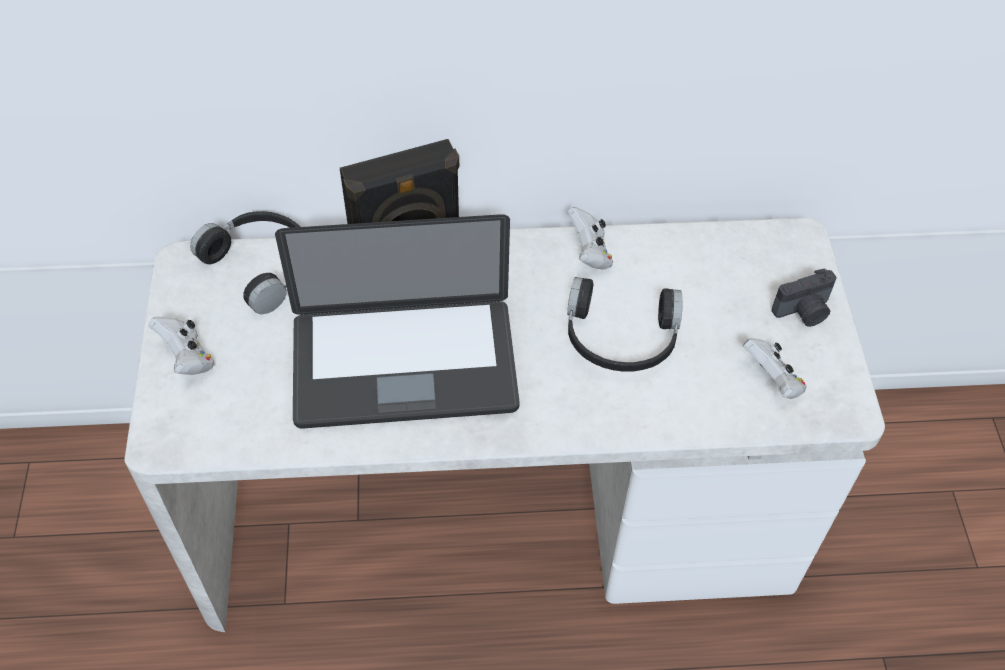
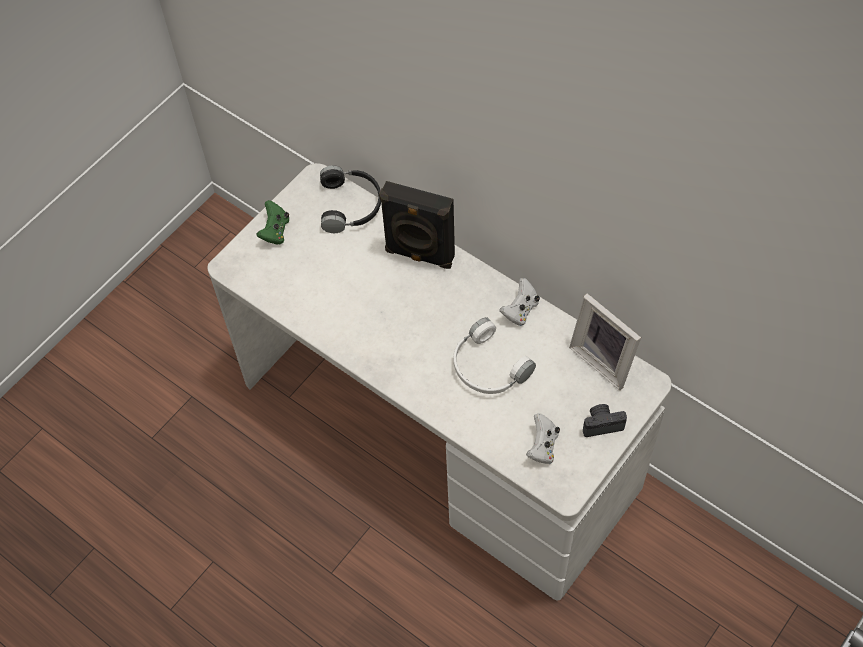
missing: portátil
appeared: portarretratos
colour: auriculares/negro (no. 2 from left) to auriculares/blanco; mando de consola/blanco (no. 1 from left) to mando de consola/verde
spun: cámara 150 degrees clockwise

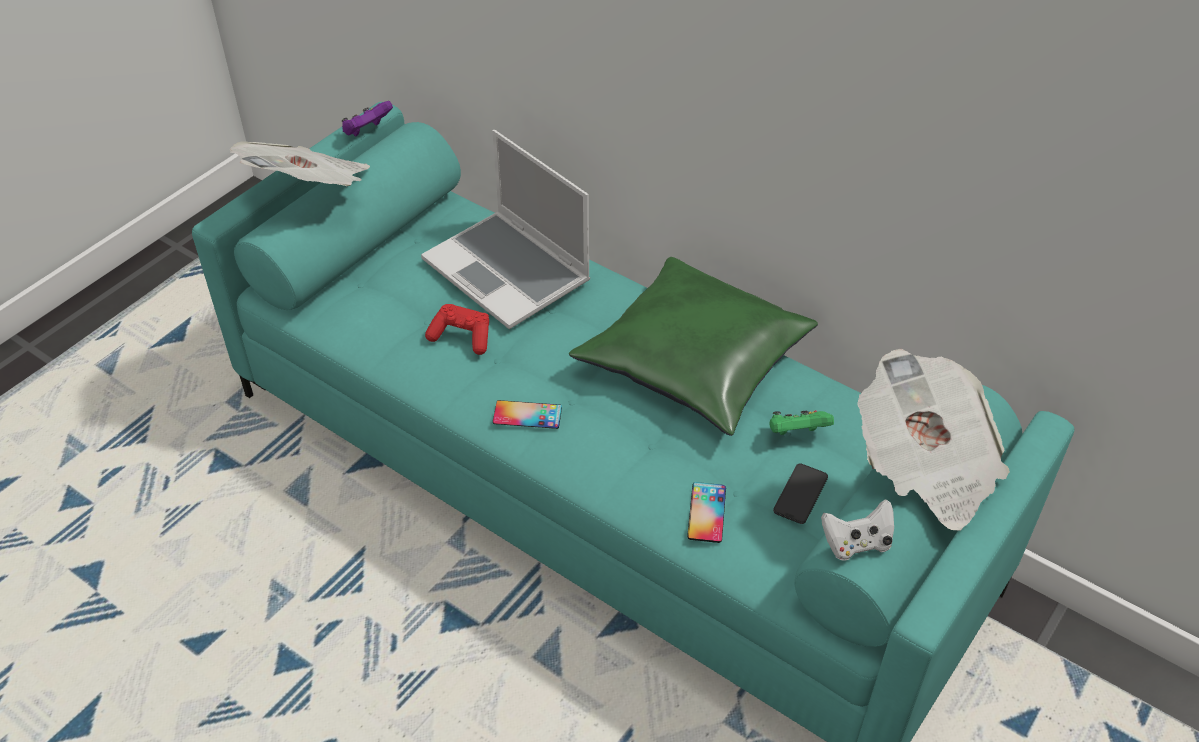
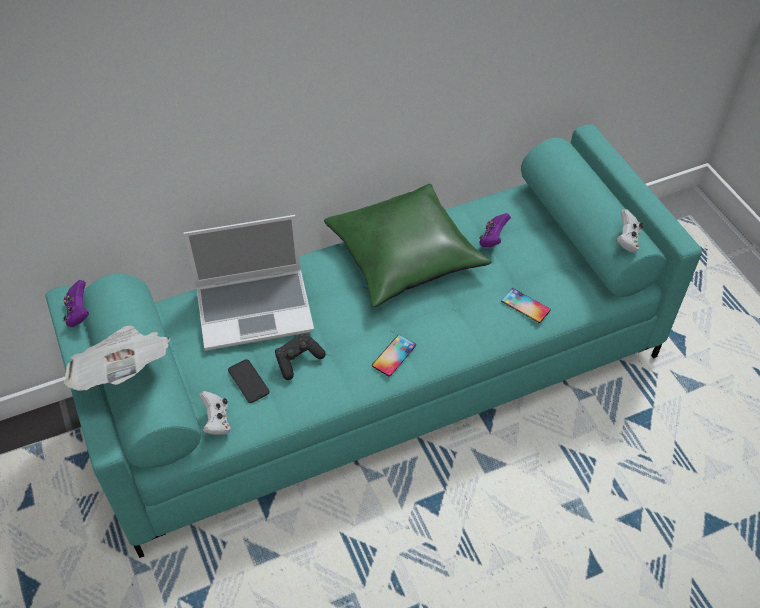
missing: periódico (no. 2 from left)
appeared: mando de consola/blanco (no. 1 from left)
relocated: móvil (no. 3 from left in the first image) to móvil (no. 1 from left)
colour: mando de consola/rojo to mando de consola/negro; mando de consola/verde to mando de consola/morado (no. 2 from left)

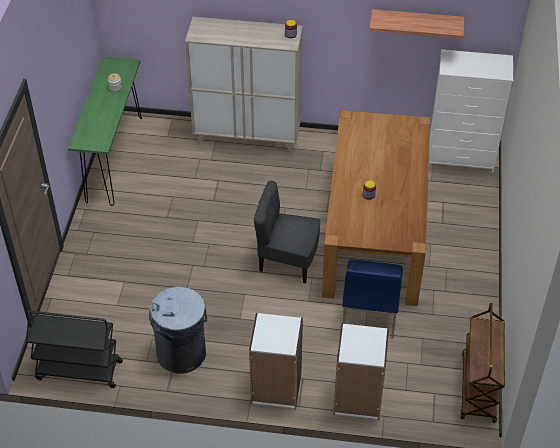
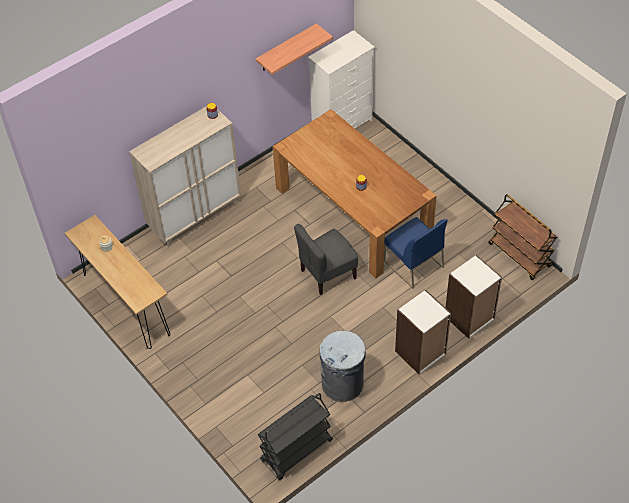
colour: mesa consola/verde to mesa consola/marrón

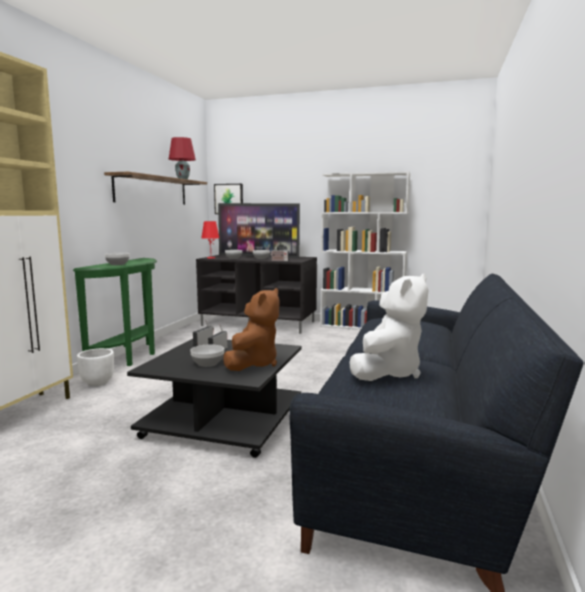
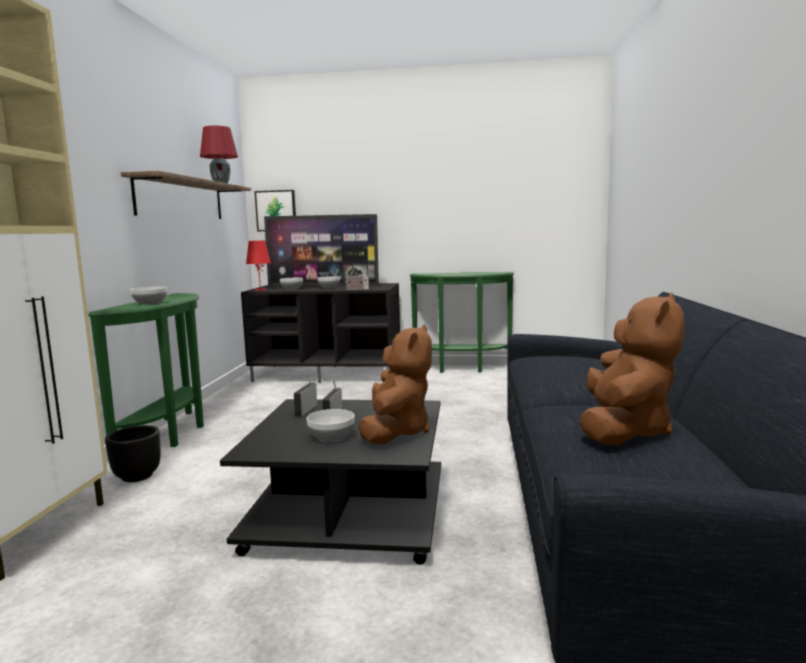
exchanged: estantería/blanco to mesa consola/verde (no. 2 from left)
colour: peluche/blanco to peluche/marrón (no. 2 from left); maceta/blanco to maceta/negro

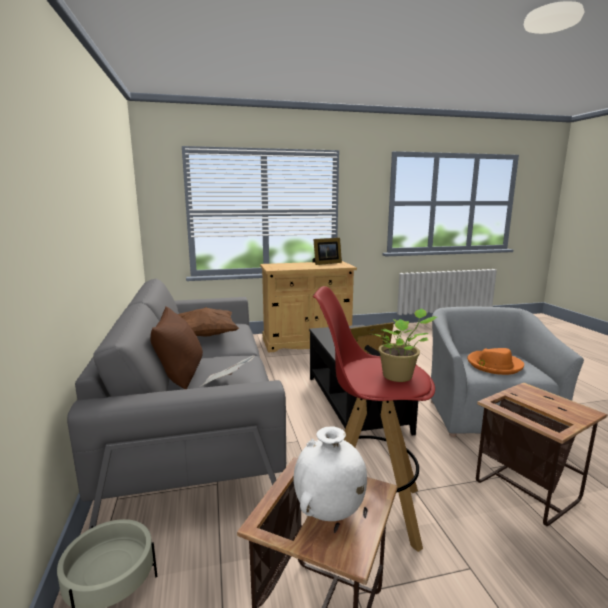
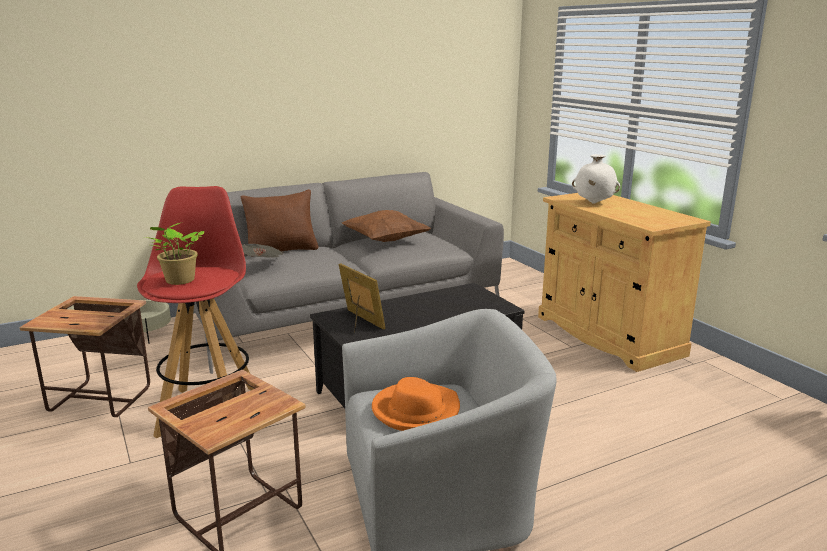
missing: portarretratos (no. 1 from left)
relocated: florero/blanco

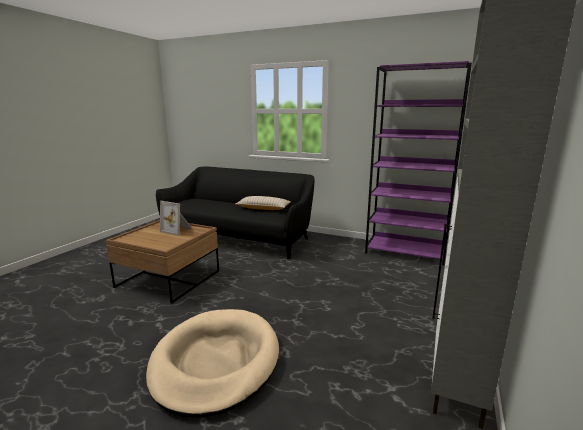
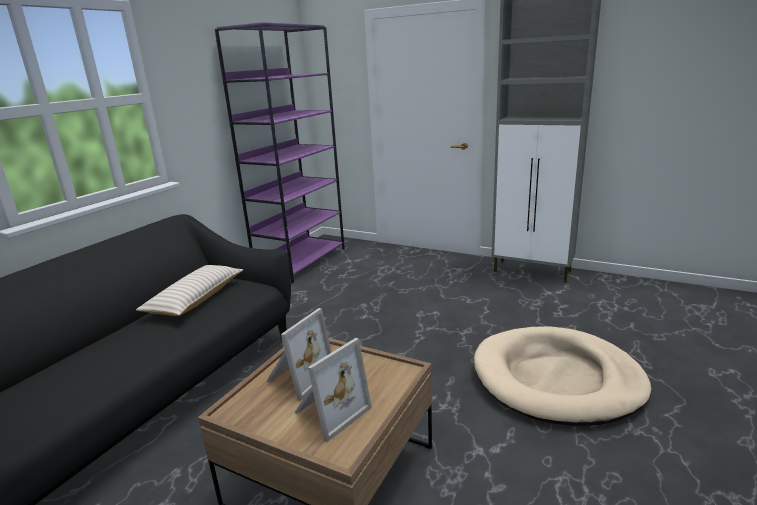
appeared: portarretratos (no. 2 from left)

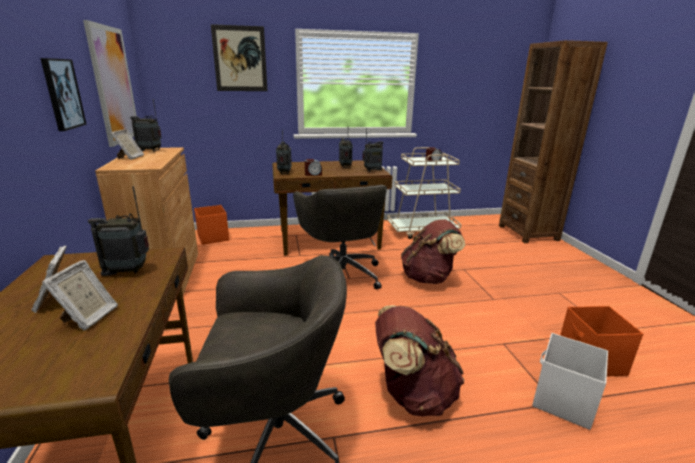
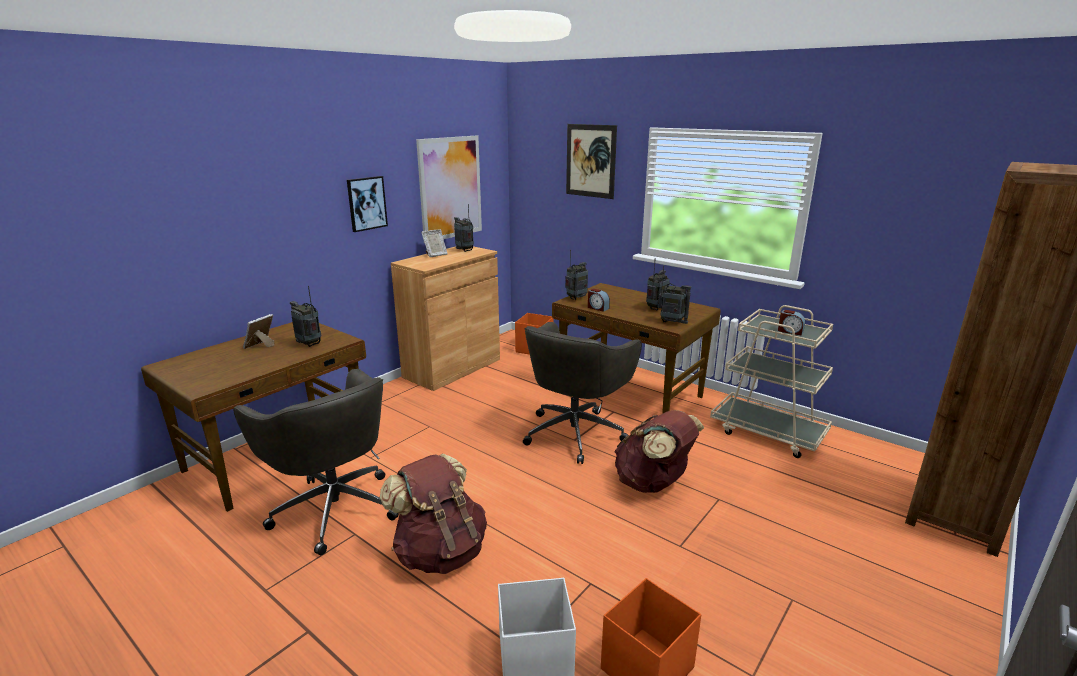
missing: portarretratos (no. 2 from left)

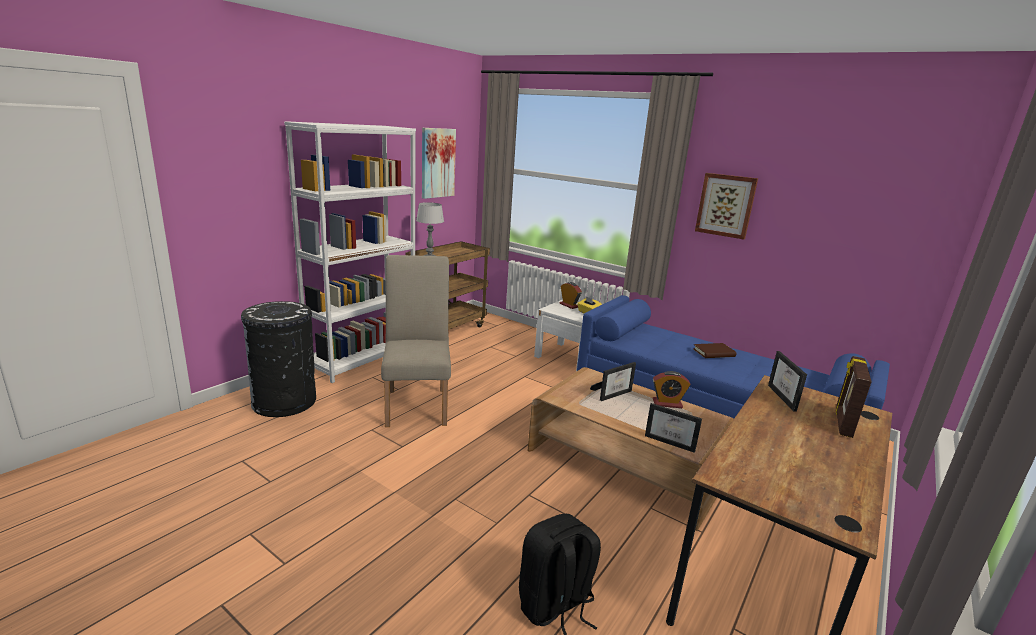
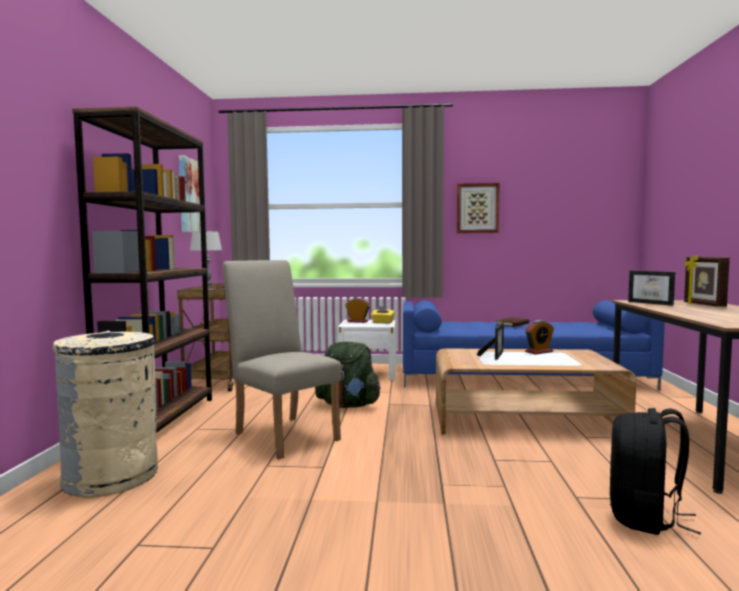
missing: portarretratos (no. 2 from left)
appeared: mochila/verde
colour: estantería/blanco to estantería/marrón; papelera/negro to papelera/beis

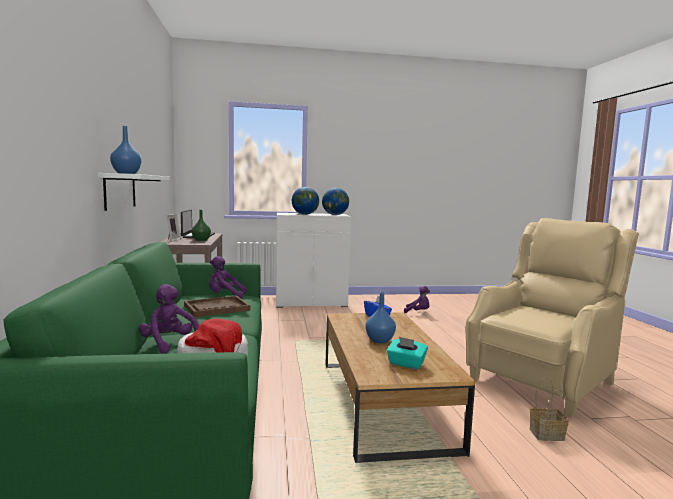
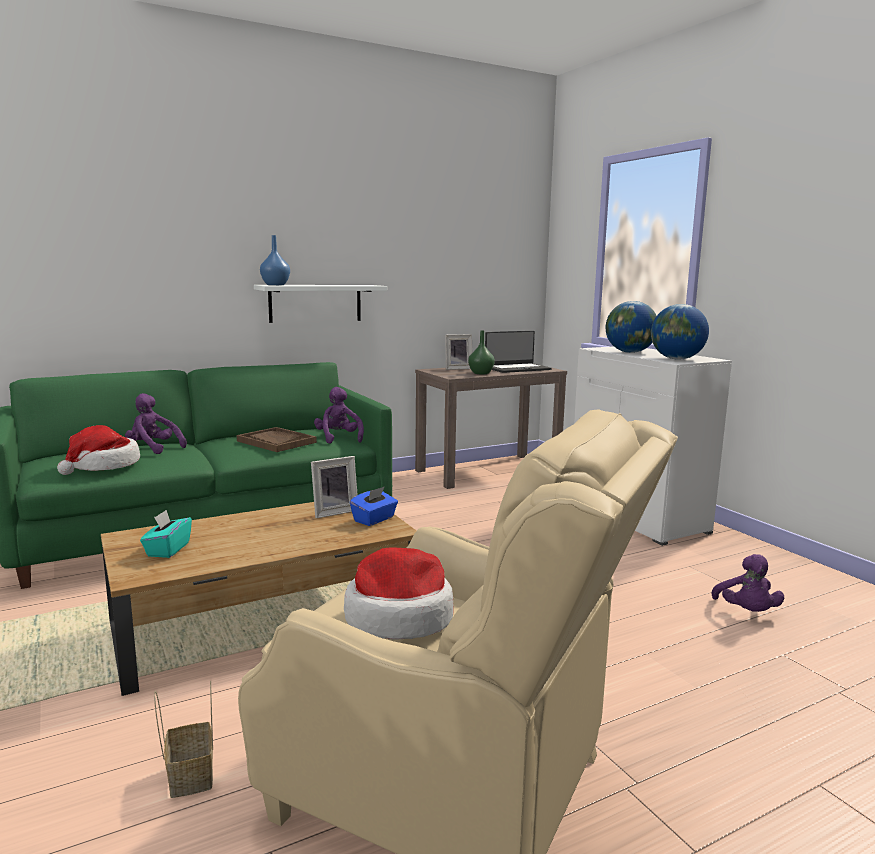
missing: florero/azul (no. 2 from left)
appeared: portarretratos (no. 1 from left); sombrero (no. 2 from left)
spun: peluche/morado (no. 1 from left) 90 degrees counterclockwise

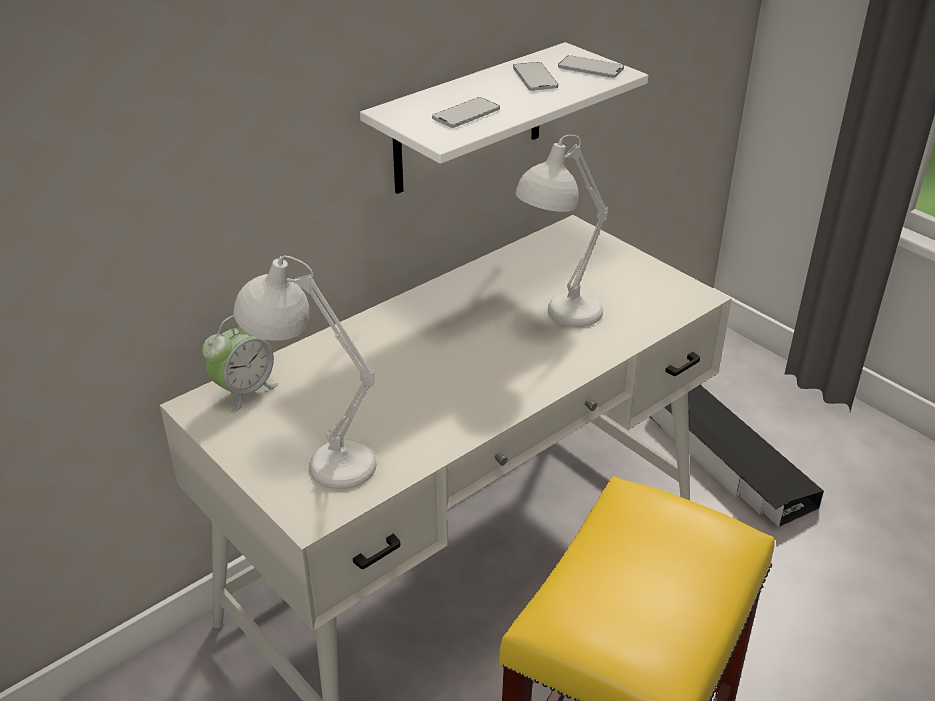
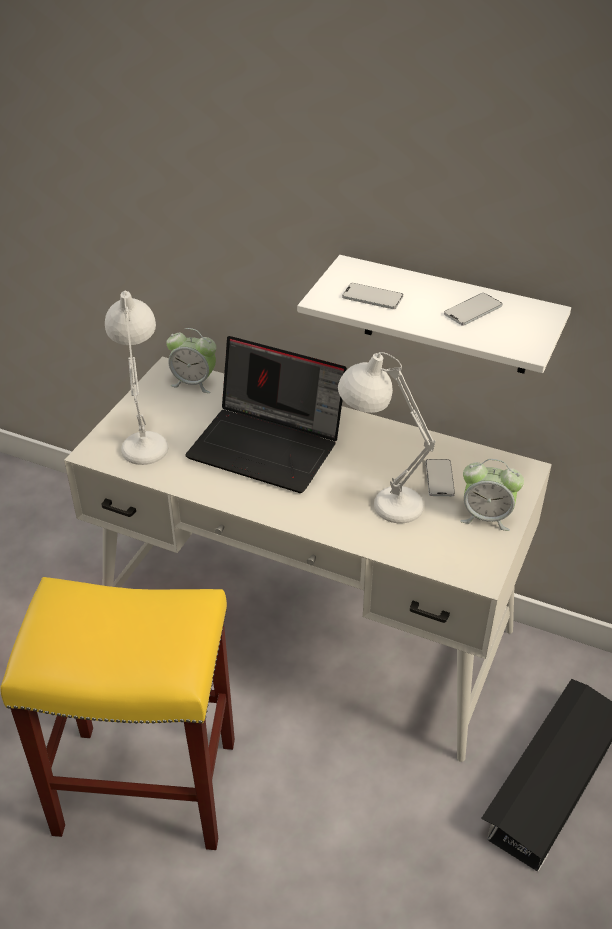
appeared: portátil; despertador (no. 2 from left)
relocated: móvil (no. 3 from left in the first image) to móvil (no. 2 from left)

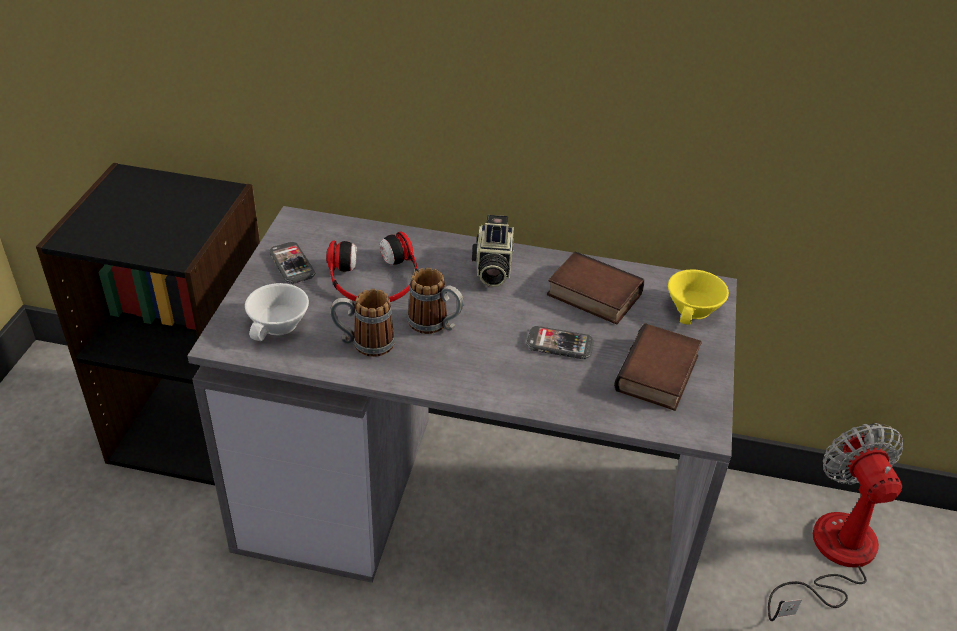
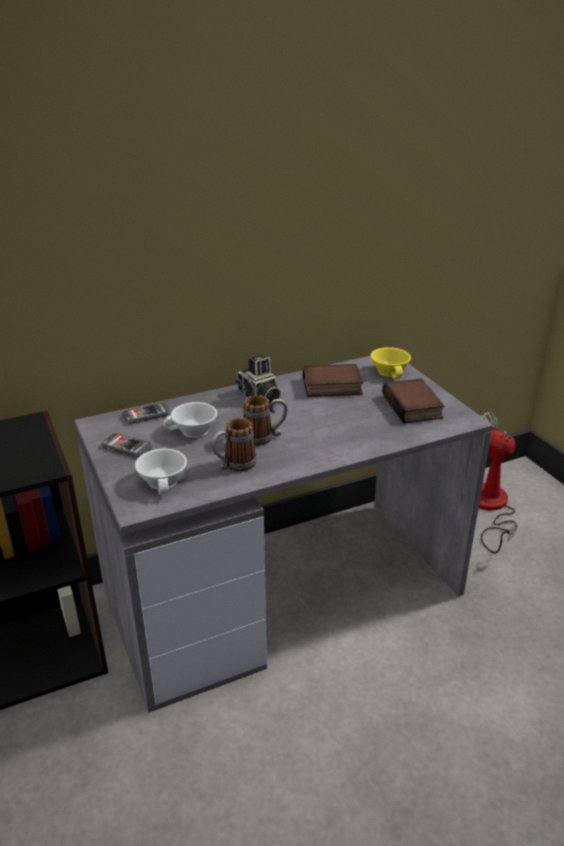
relocated: móvil (no. 2 from left)
exchanged: auriculares to taza/blanco (no. 2 from left)

